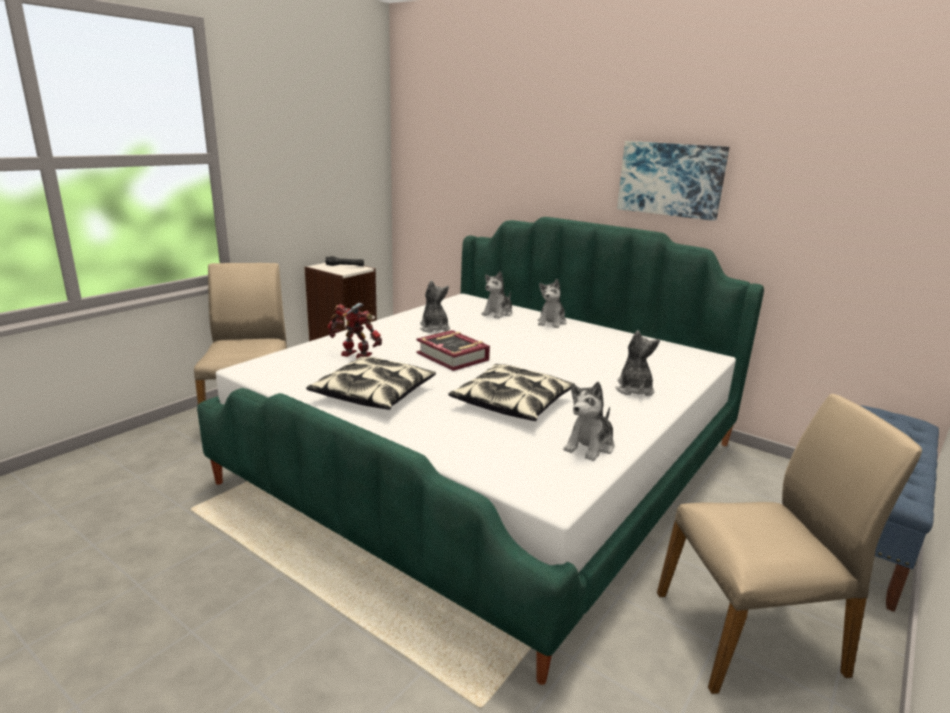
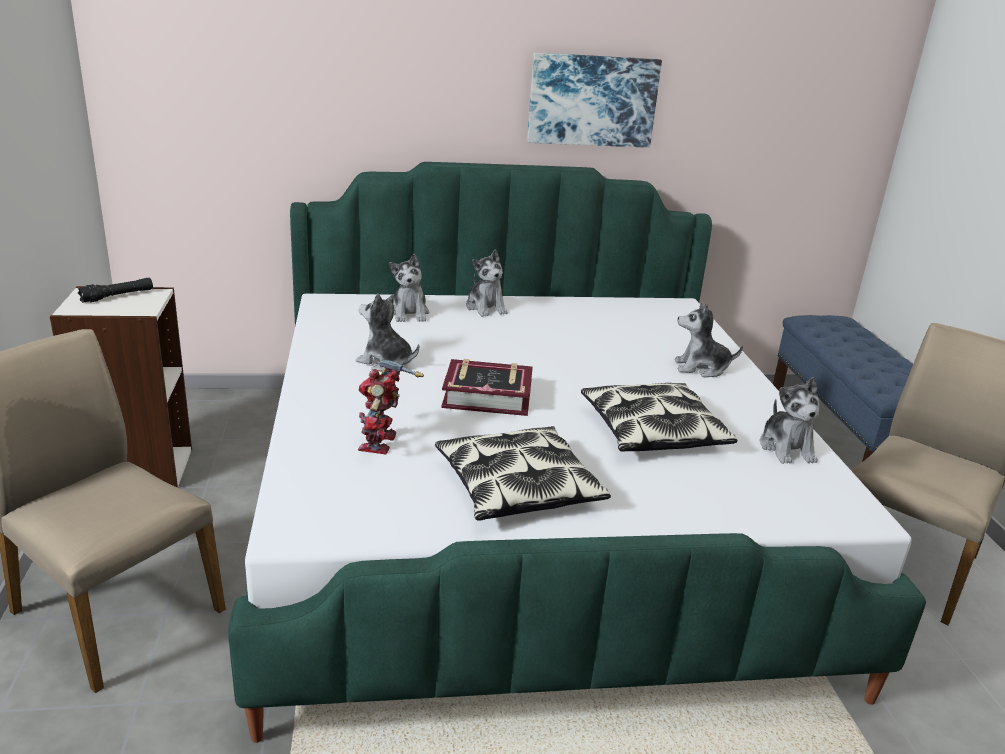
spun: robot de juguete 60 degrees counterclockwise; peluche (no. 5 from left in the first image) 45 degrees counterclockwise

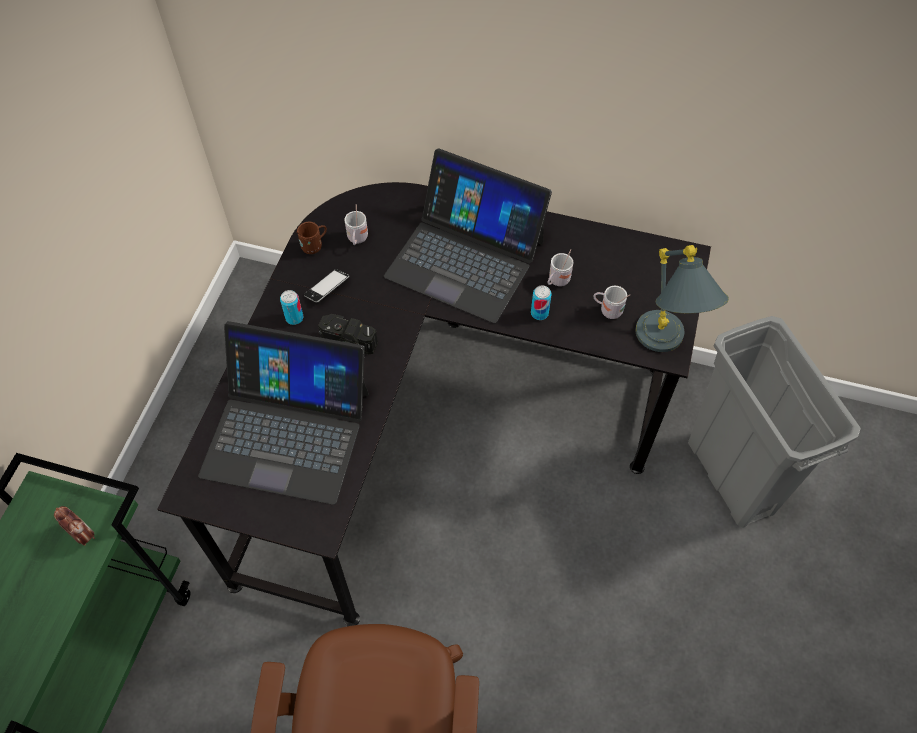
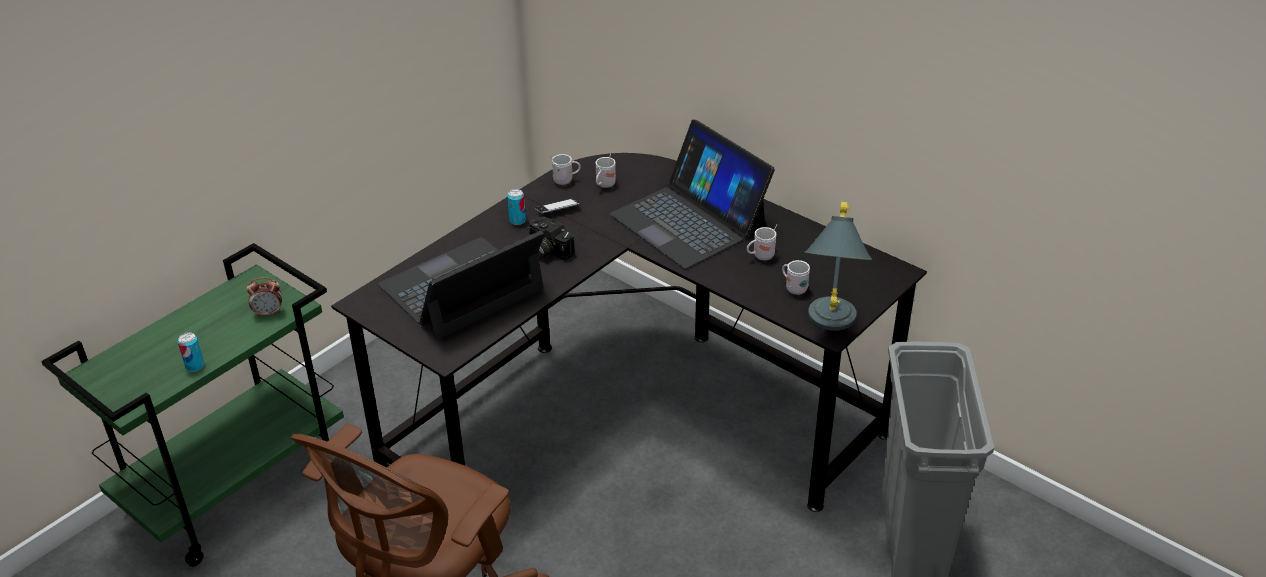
relocated: lata (no. 2 from left in the first image) to lata (no. 1 from left)
colour: taza grande/marrón to taza grande/blanco (no. 1 from left)
spun: portátil (no. 1 from left) 105 degrees clockwise; despertador 105 degrees clockwise

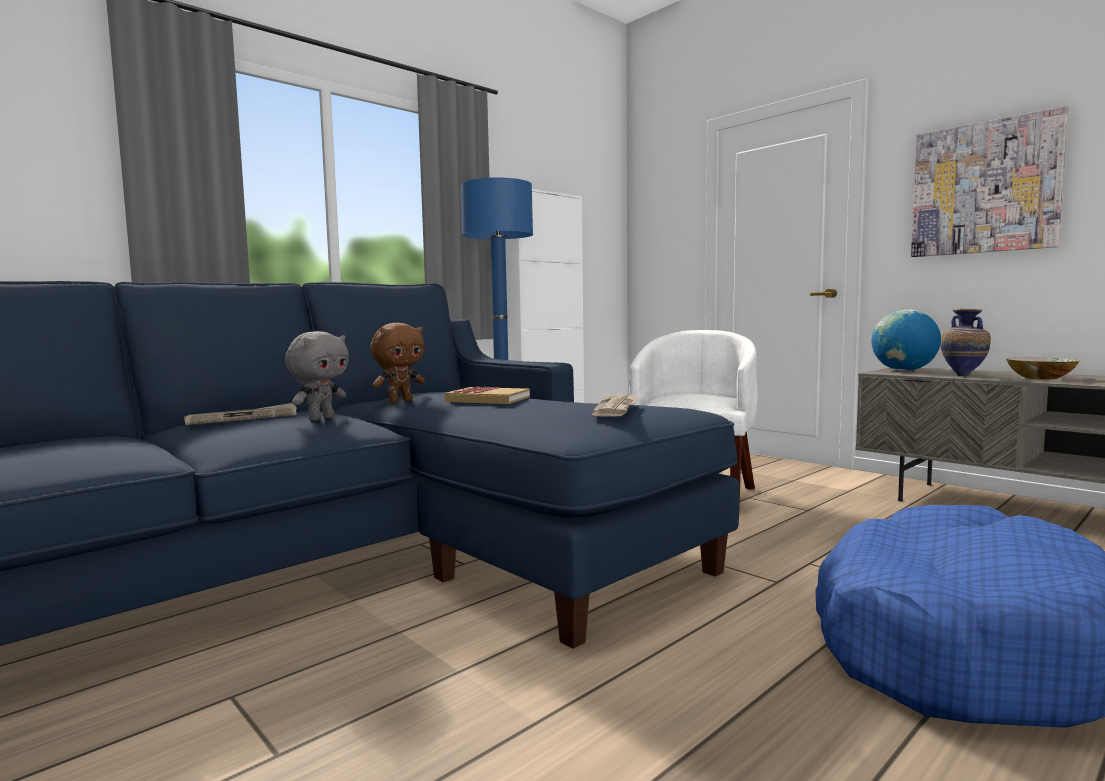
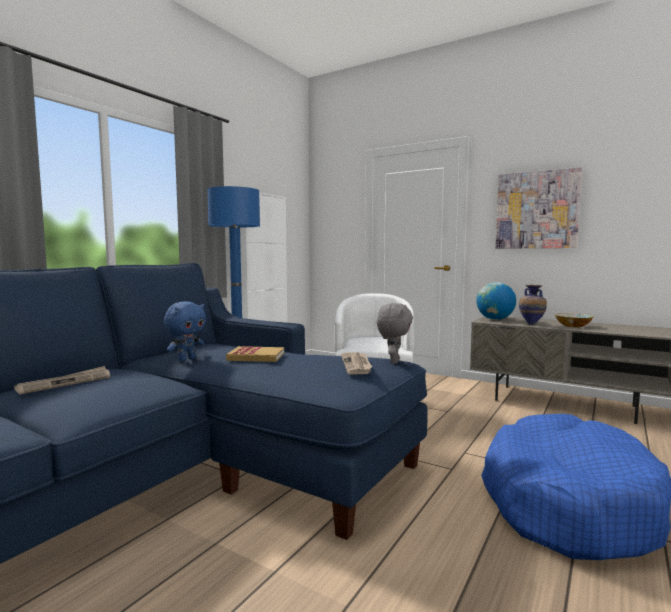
relocated: peluche/gris
colour: peluche/marrón to peluche/azul

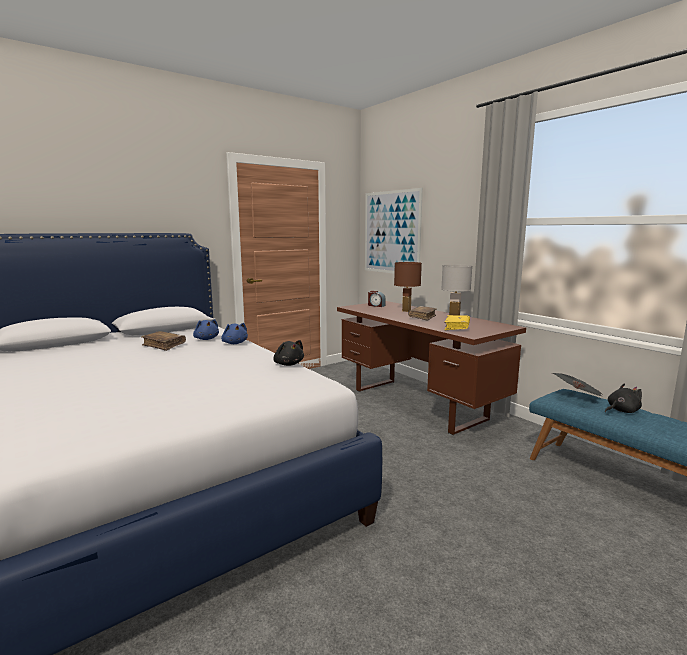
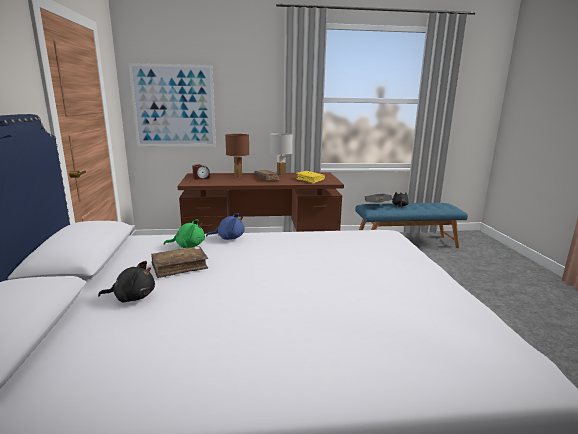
relocated: peluche/negro (no. 1 from left)
colour: peluche/azul (no. 1 from left) to peluche/verde

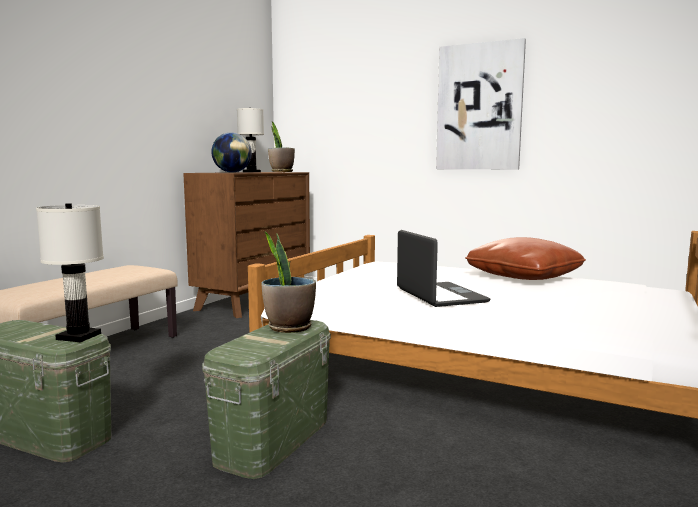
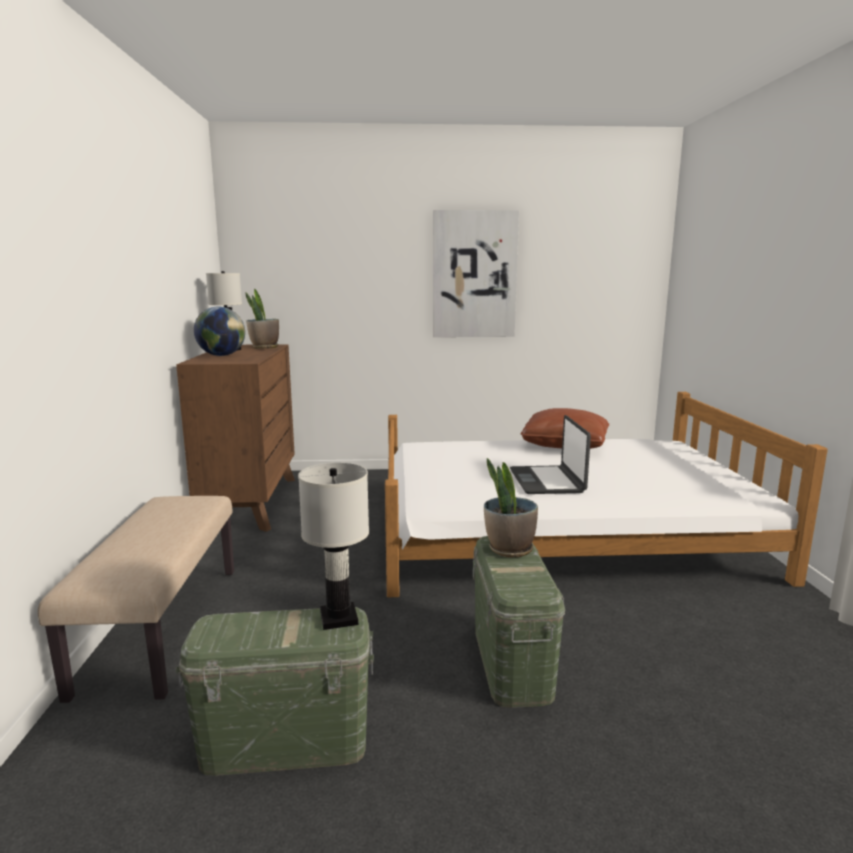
spun: portátil 135 degrees counterclockwise

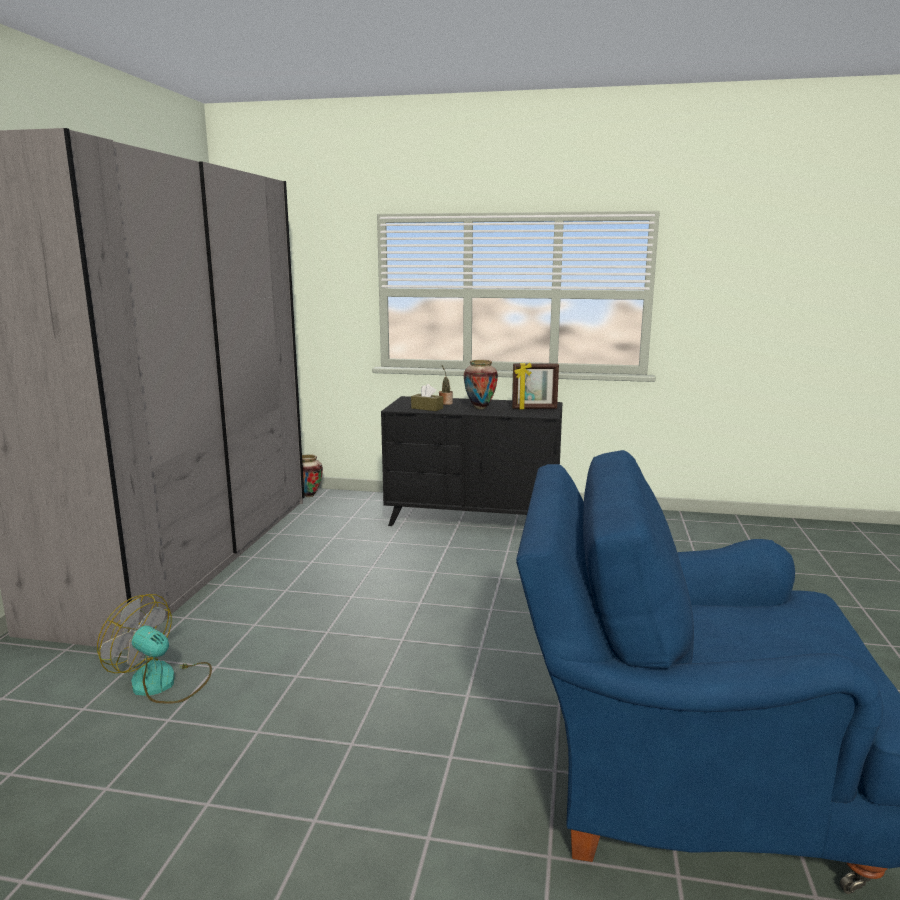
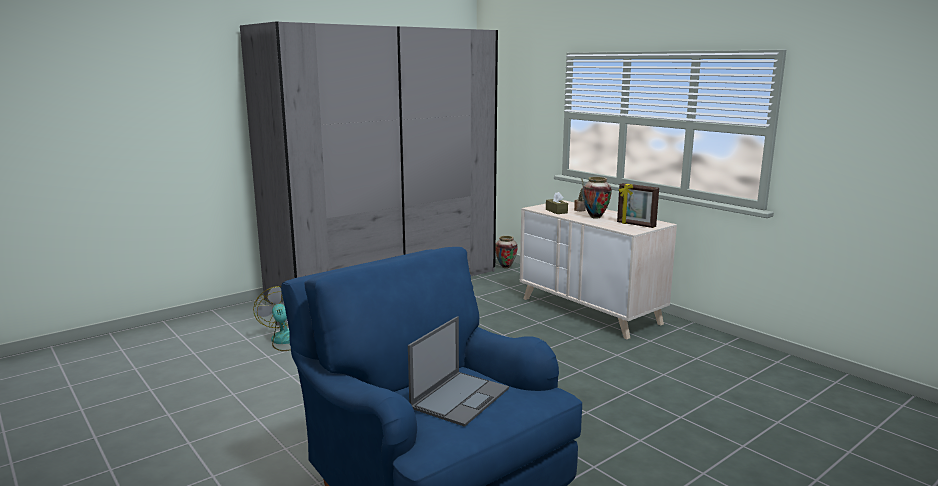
appeared: portátil
colour: cómoda/negro to cómoda/beis

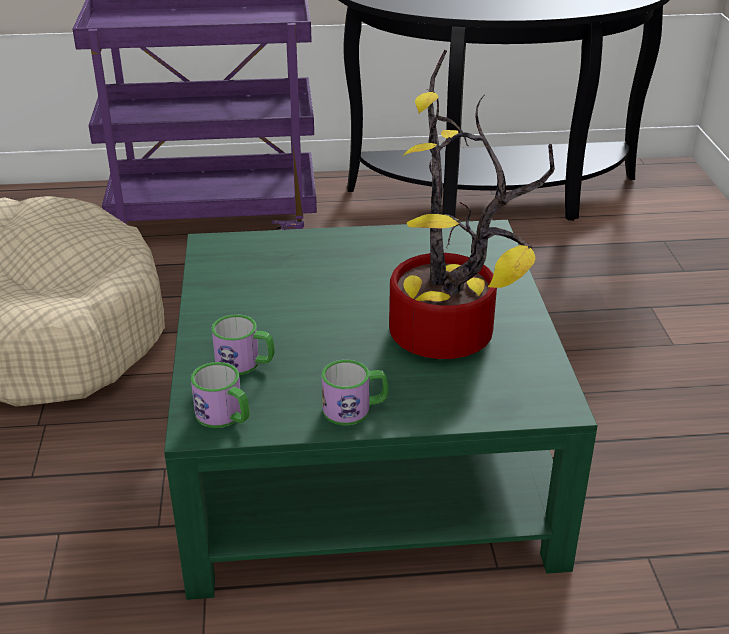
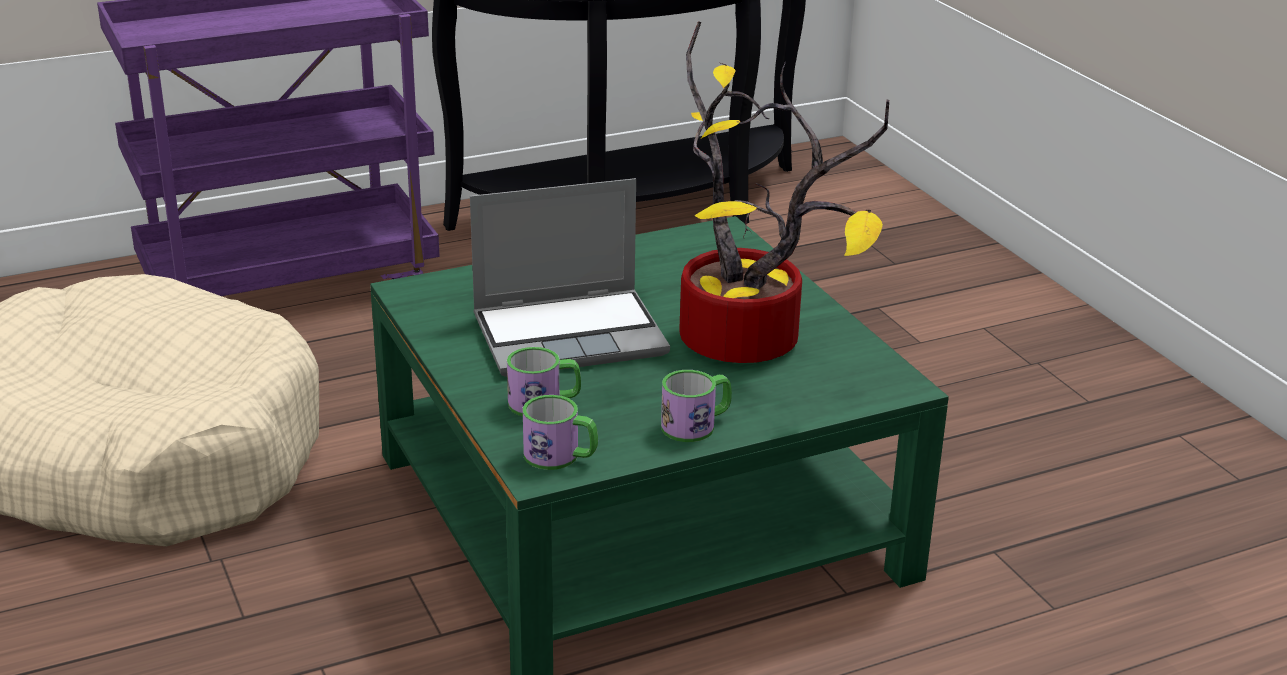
appeared: portátil

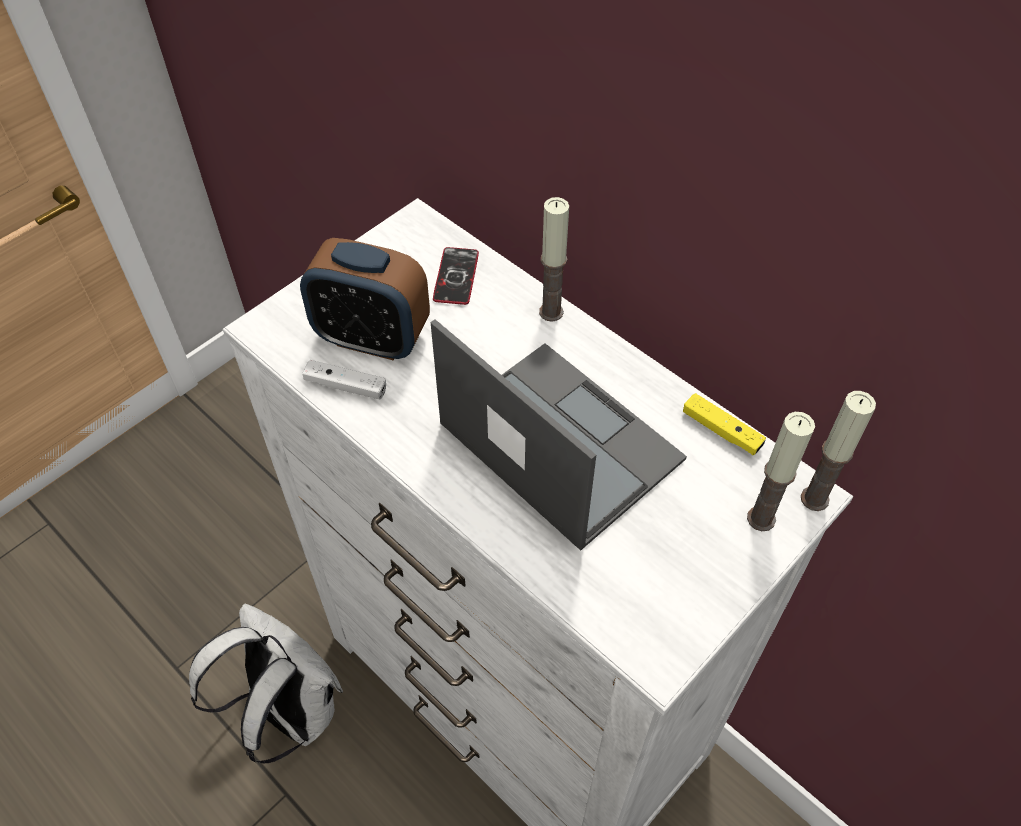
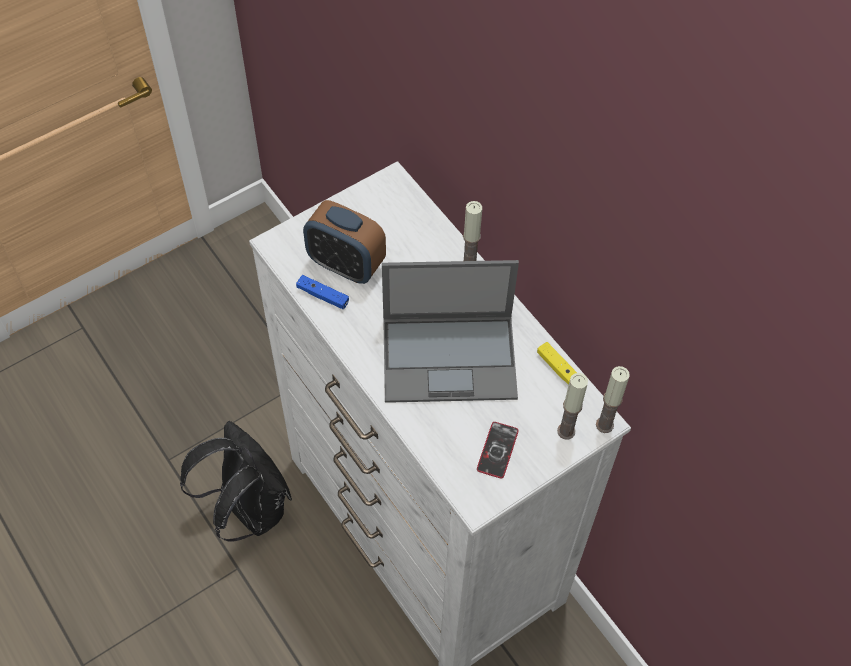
relocated: móvil
colour: mando de consola/blanco to mando de consola/azul; mochila/blanco to mochila/negro
spun: portátil 120 degrees clockwise

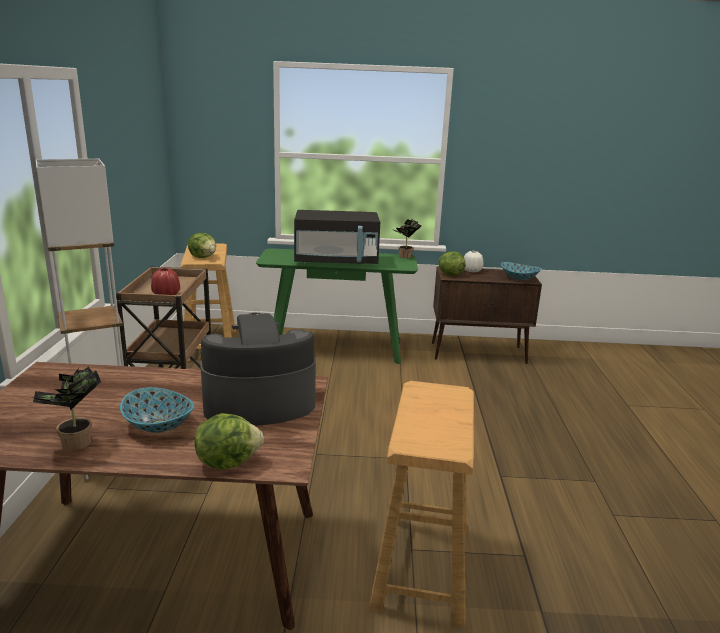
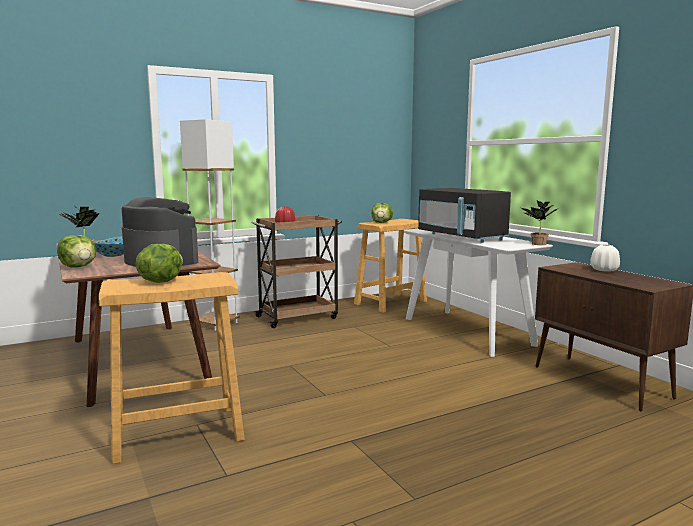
missing: cuenco (no. 2 from left)
relocated: lechuga (no. 3 from left in the first image) to lechuga (no. 2 from left)
colour: mesa consola/verde to mesa consola/blanco

